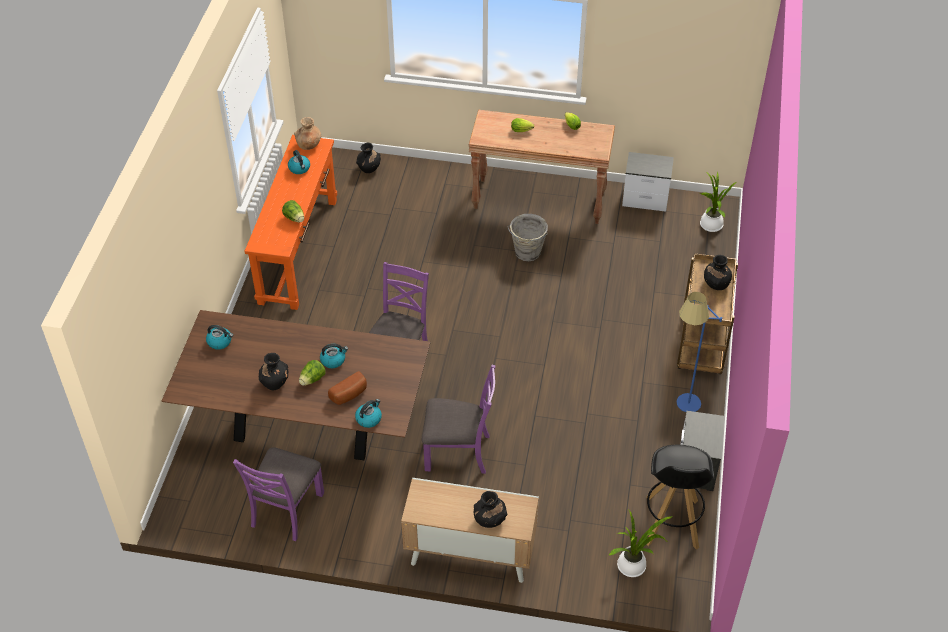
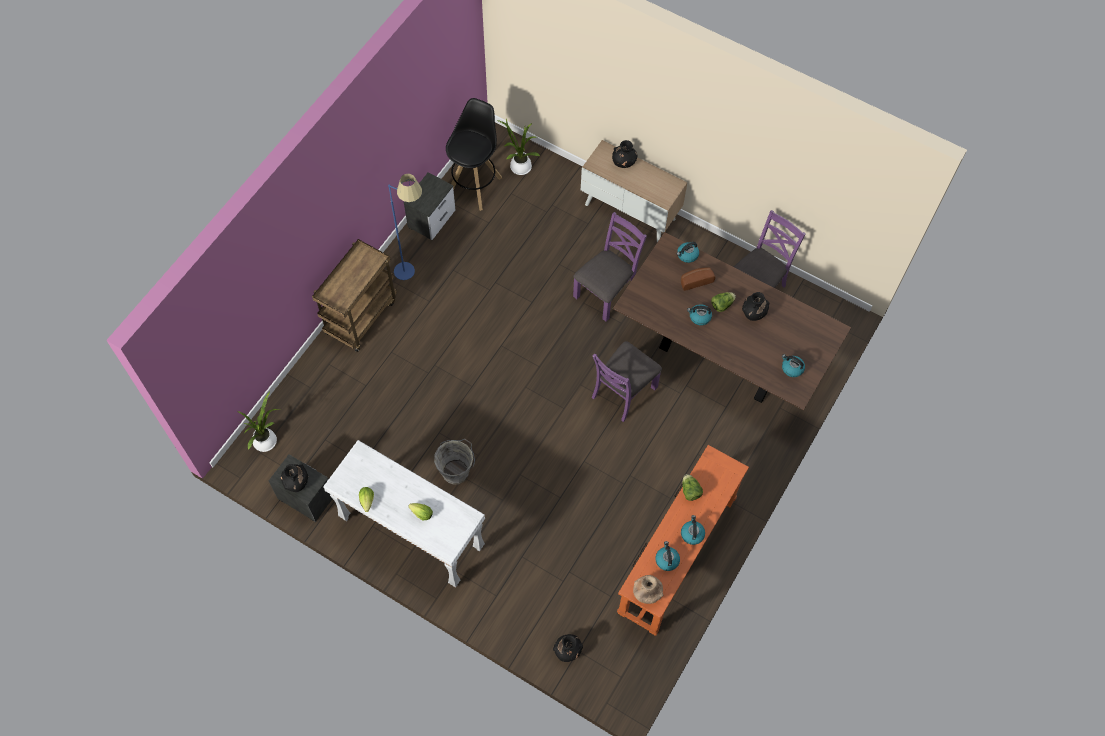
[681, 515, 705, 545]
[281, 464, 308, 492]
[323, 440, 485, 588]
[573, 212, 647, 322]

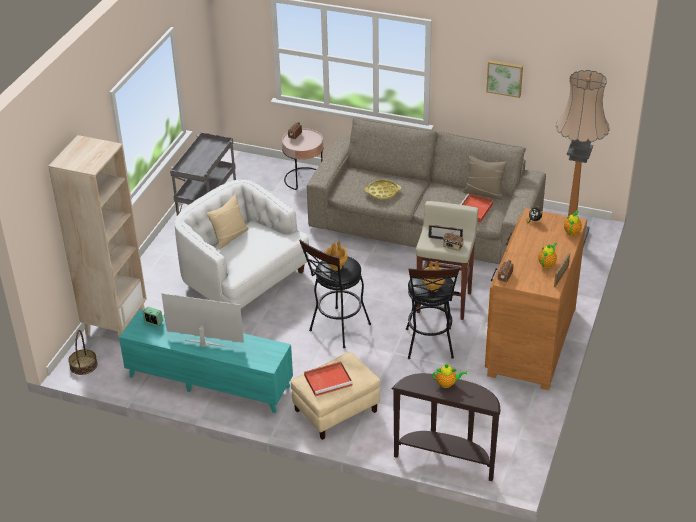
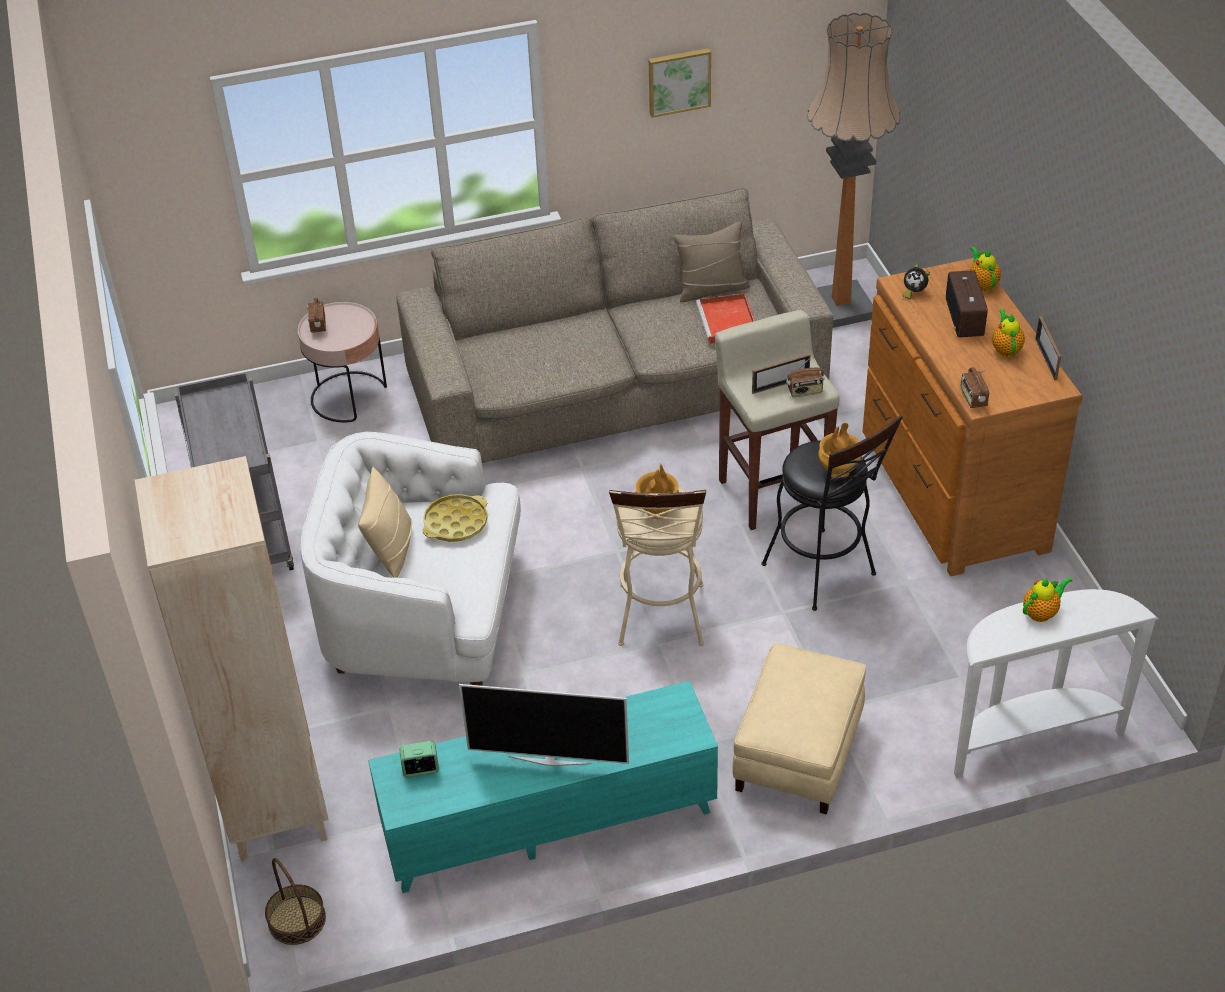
[304, 361, 353, 397] (first image)
[946, 270, 988, 337]
[423, 494, 488, 542]
[609, 488, 706, 646]
[954, 589, 1158, 778]
[459, 684, 629, 766]

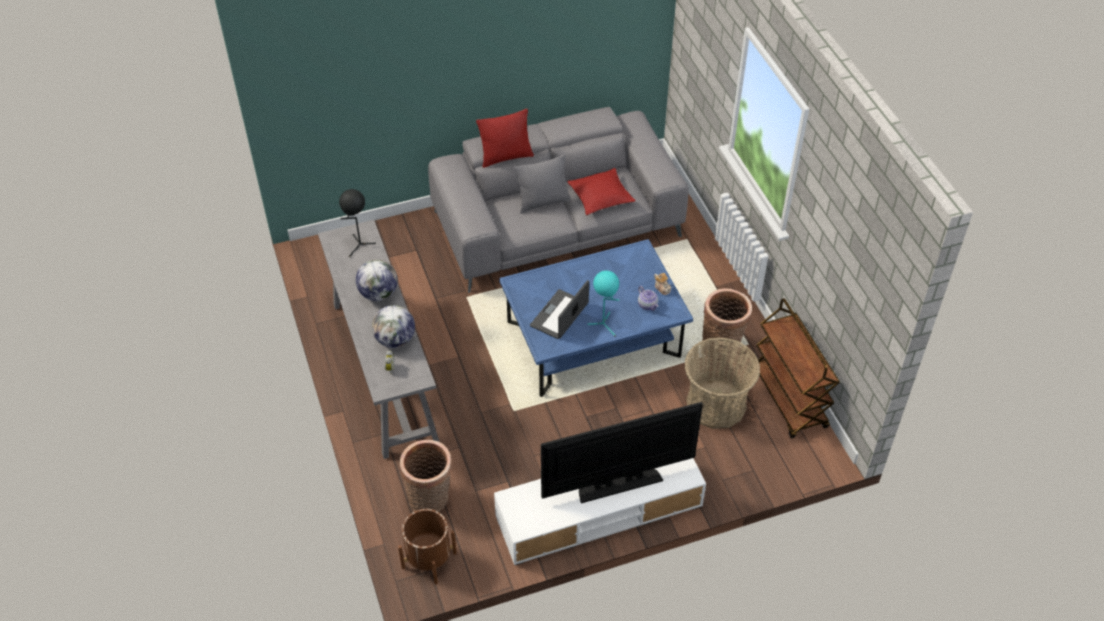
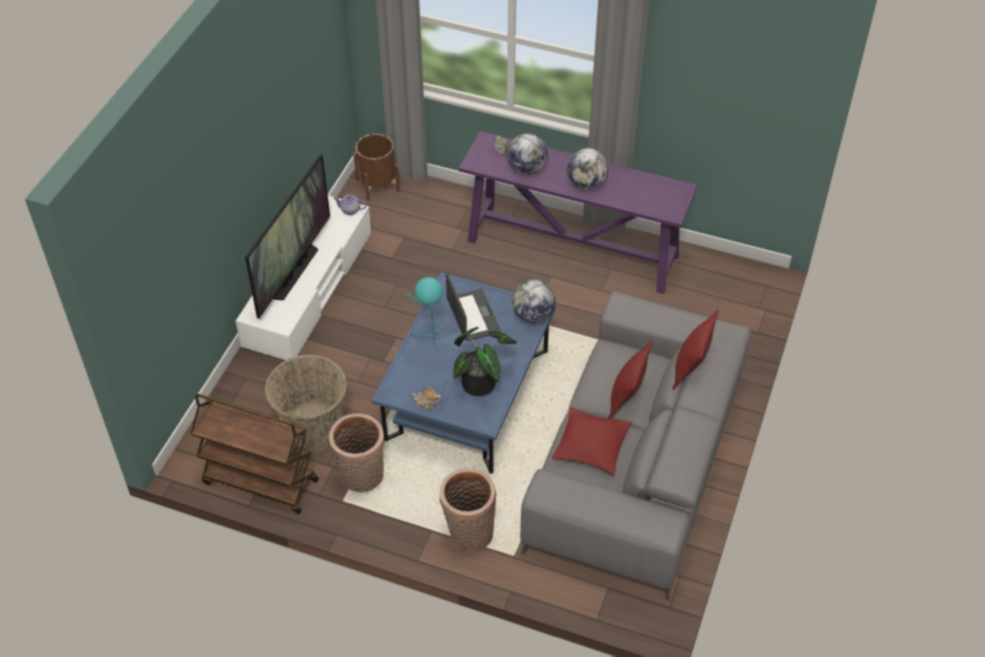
[339, 189, 376, 257] (first image)
[453, 327, 517, 396]
[512, 280, 556, 323]
[439, 468, 497, 551]
[333, 195, 366, 215]
[459, 131, 697, 294]
[608, 340, 653, 419]

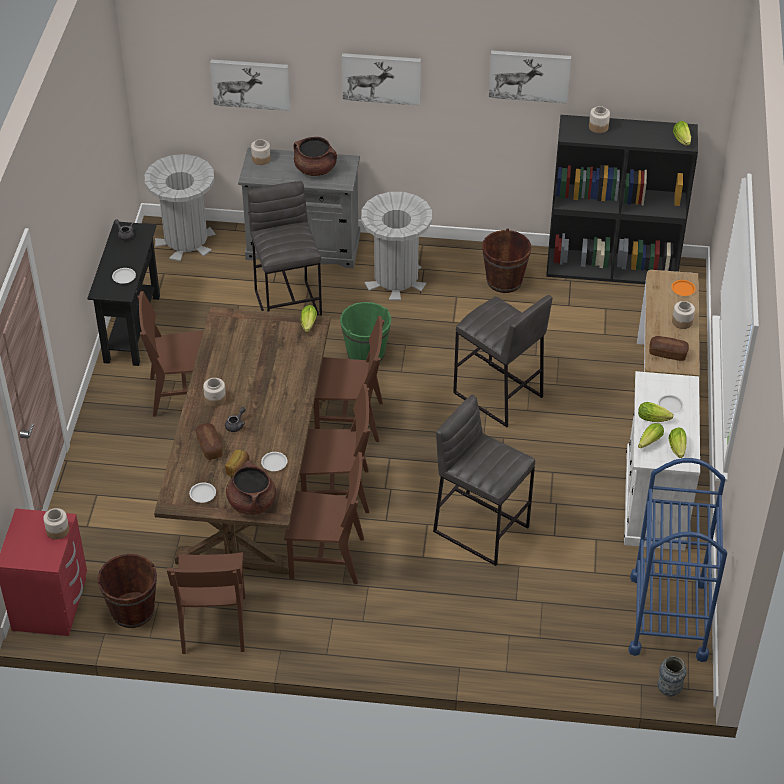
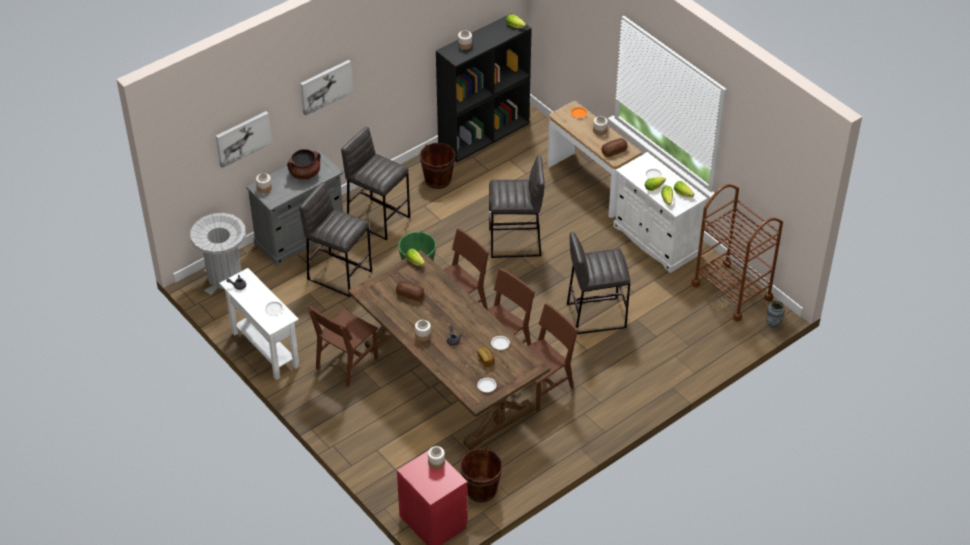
[167, 552, 245, 654] (first image)
[226, 460, 276, 515] (first image)
[489, 50, 571, 103] (first image)
[396, 281, 424, 301]
[341, 127, 410, 241]
[219, 268, 300, 380]
[692, 184, 783, 322]

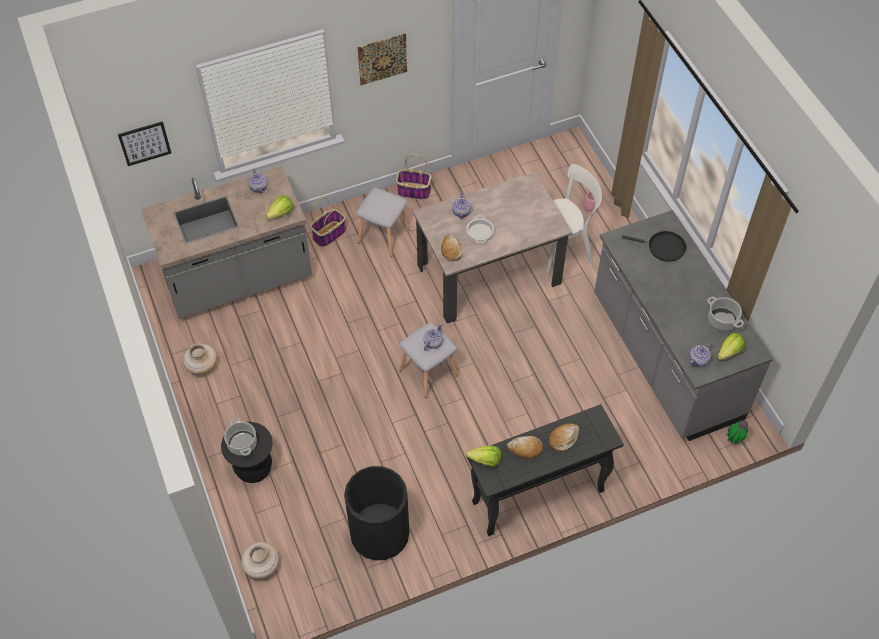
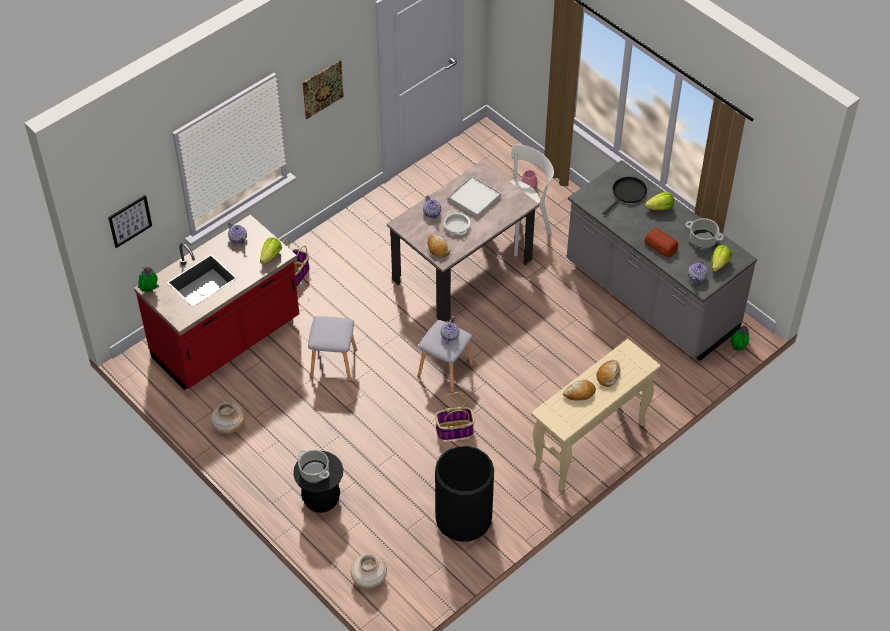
[138, 267, 159, 293]
[448, 176, 501, 218]
[644, 228, 679, 257]
[308, 316, 357, 382]
[435, 392, 475, 440]
[645, 192, 674, 210]
[134, 215, 299, 390]
[531, 339, 661, 491]
[603, 177, 647, 215]

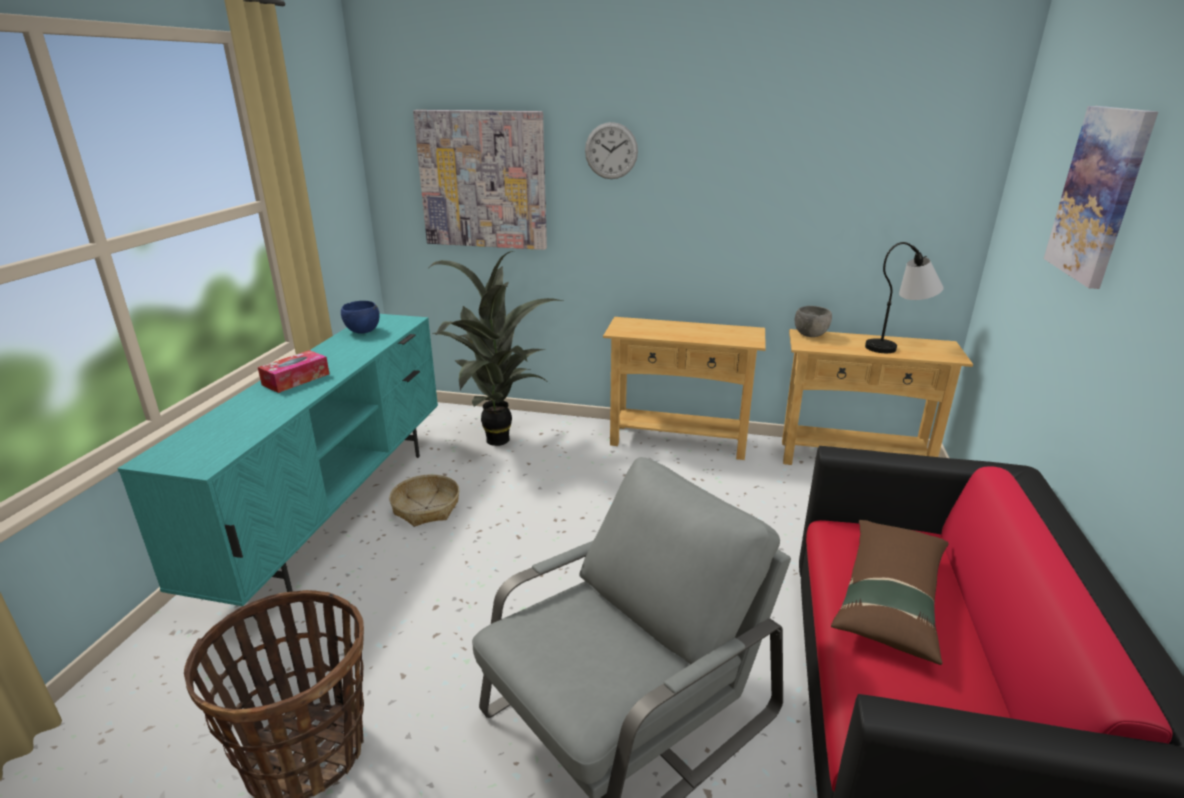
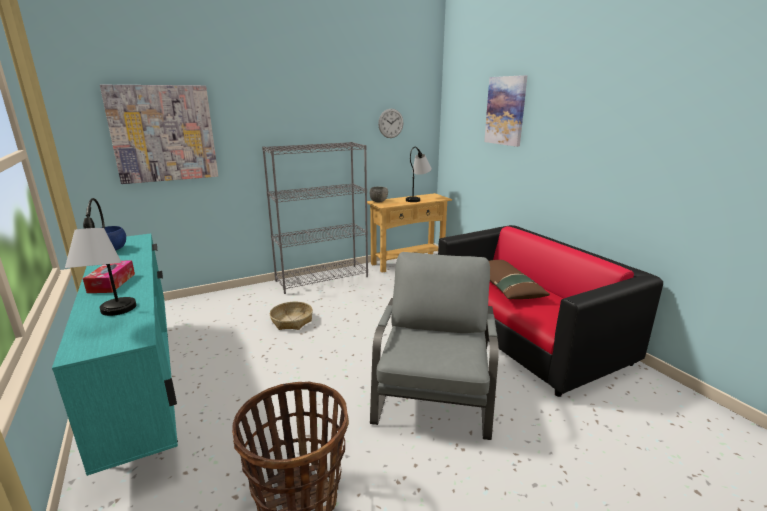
[429, 251, 563, 446] (first image)
[65, 198, 136, 316]
[270, 302, 313, 330]
[378, 109, 404, 138]
[262, 142, 368, 294]

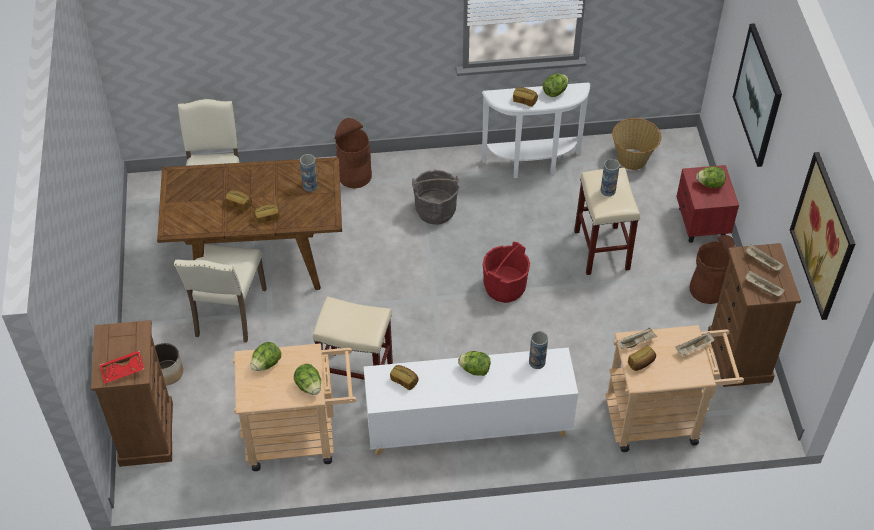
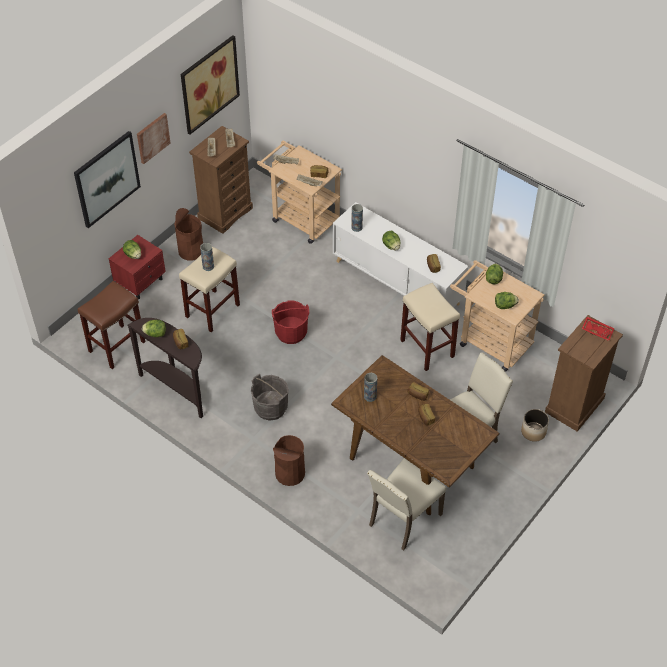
[137, 113, 170, 164]
[78, 281, 145, 369]
[127, 318, 203, 418]

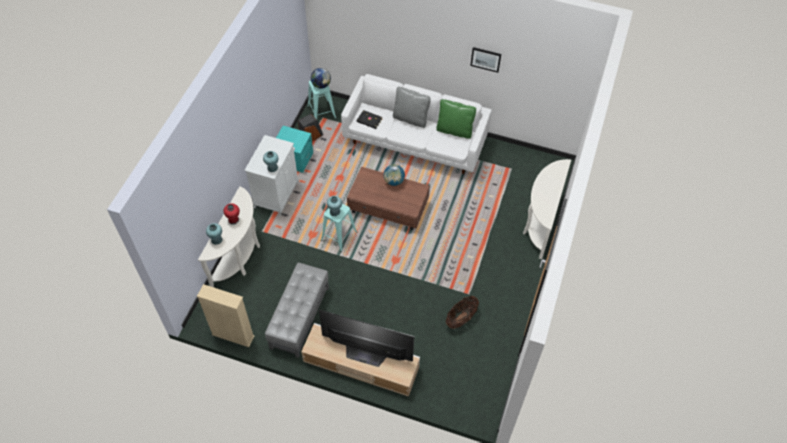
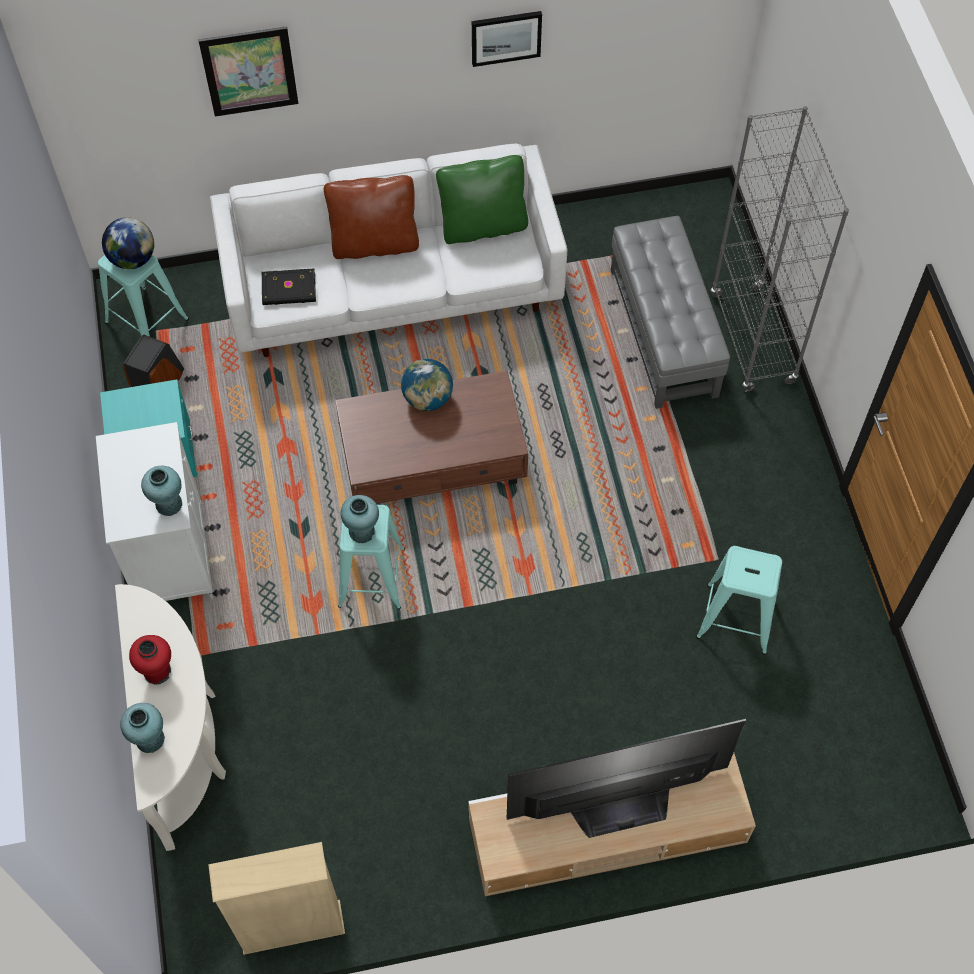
[198, 26, 298, 117]
[611, 216, 730, 409]
[696, 546, 782, 655]
[711, 106, 849, 392]
[324, 175, 419, 259]

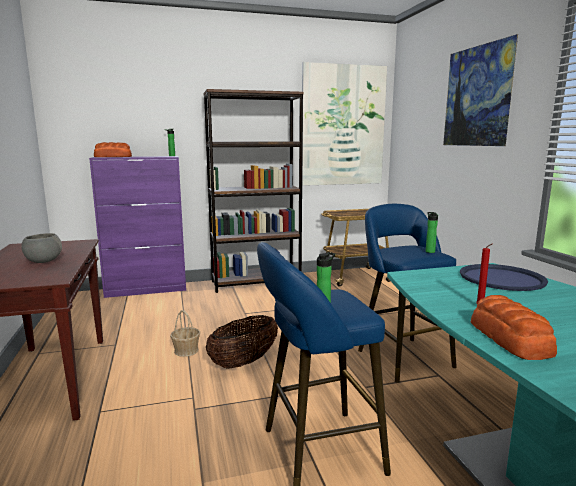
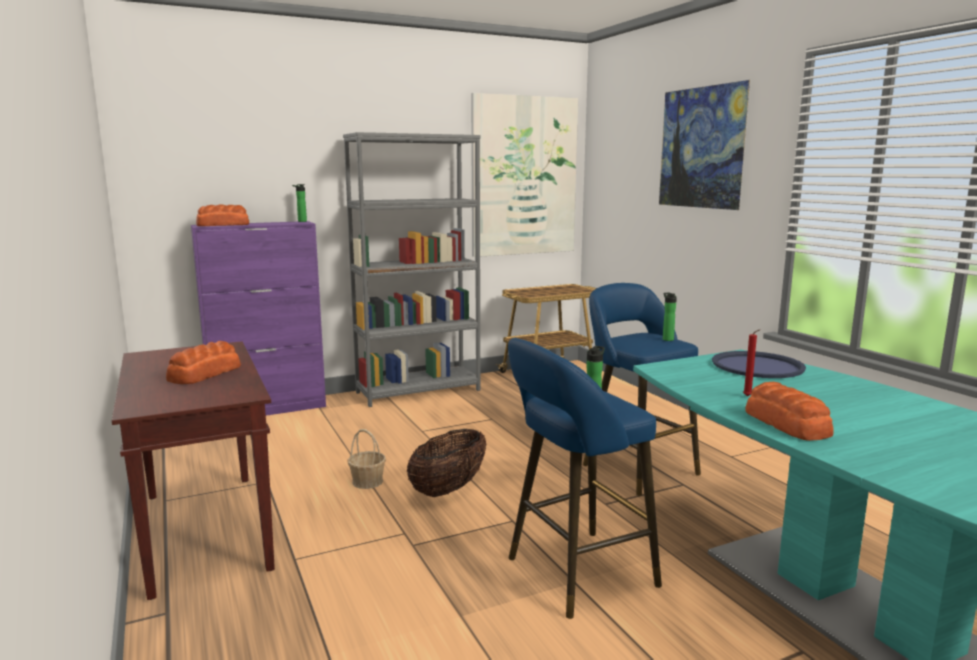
[166, 341, 241, 384]
[343, 132, 481, 407]

